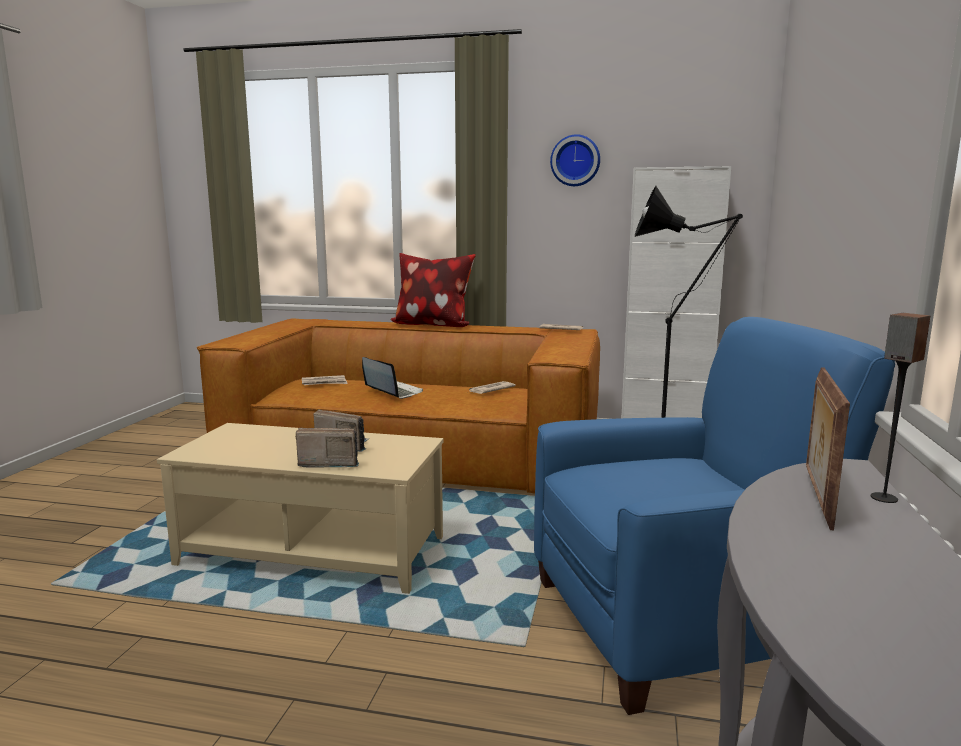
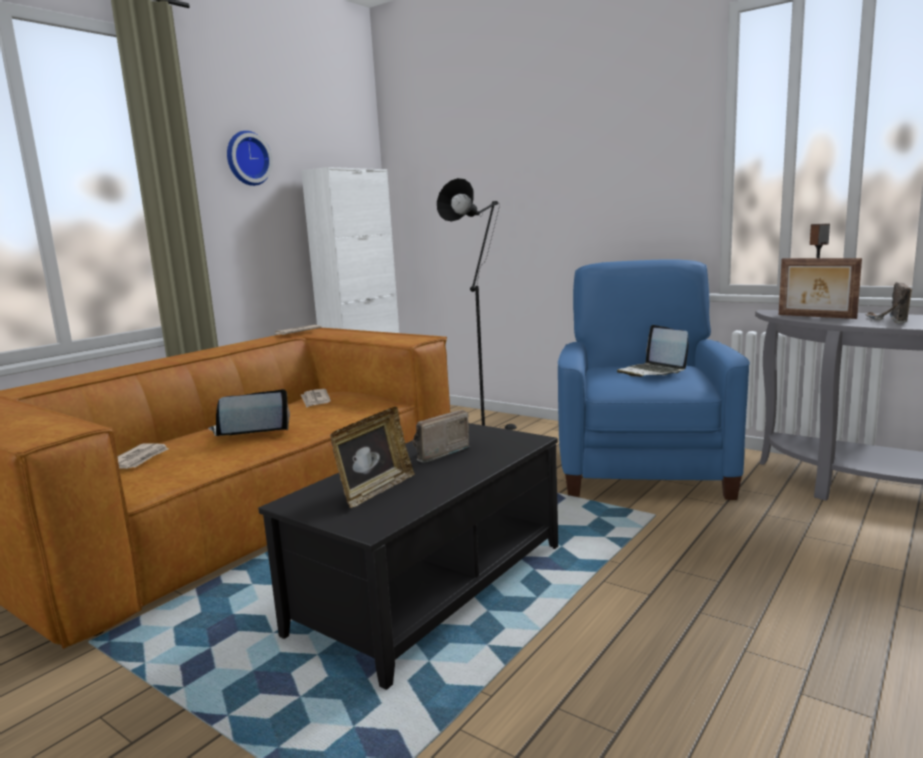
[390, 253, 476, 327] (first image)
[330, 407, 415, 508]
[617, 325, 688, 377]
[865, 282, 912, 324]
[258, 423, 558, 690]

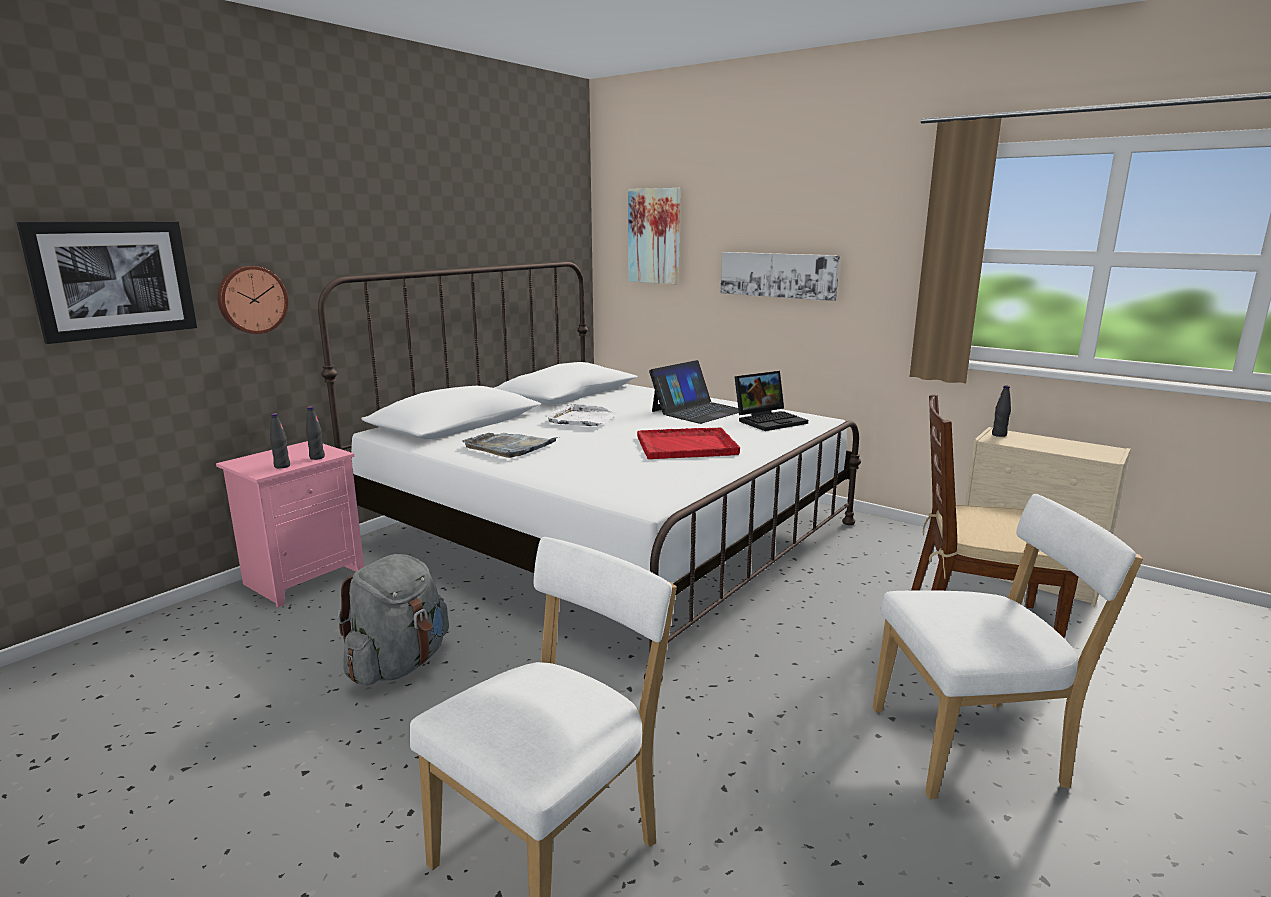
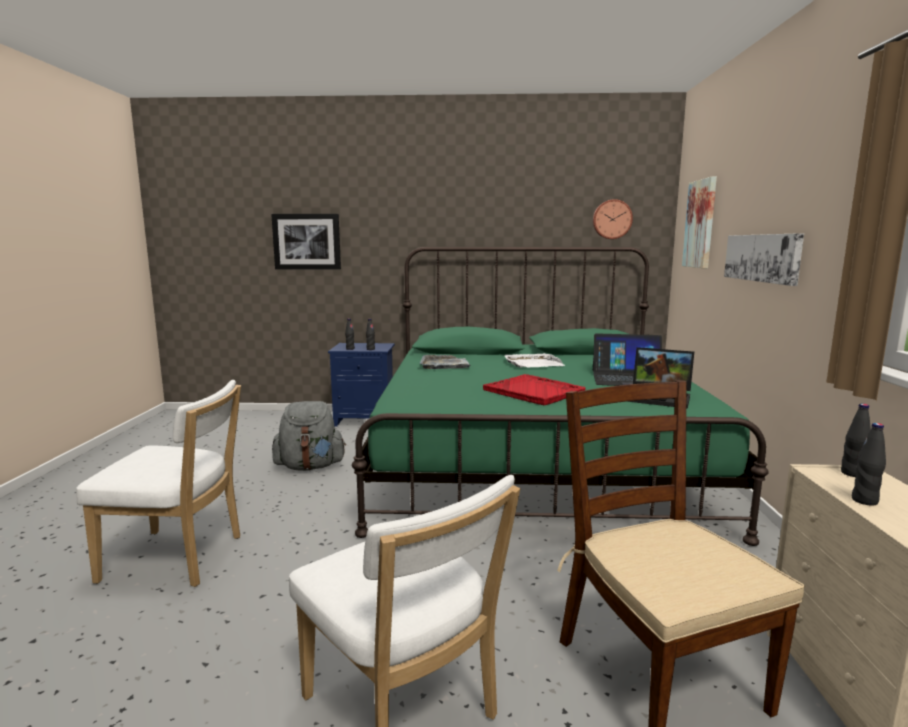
[852, 423, 886, 506]
[593, 199, 633, 239]
[328, 343, 395, 427]
[352, 247, 769, 546]

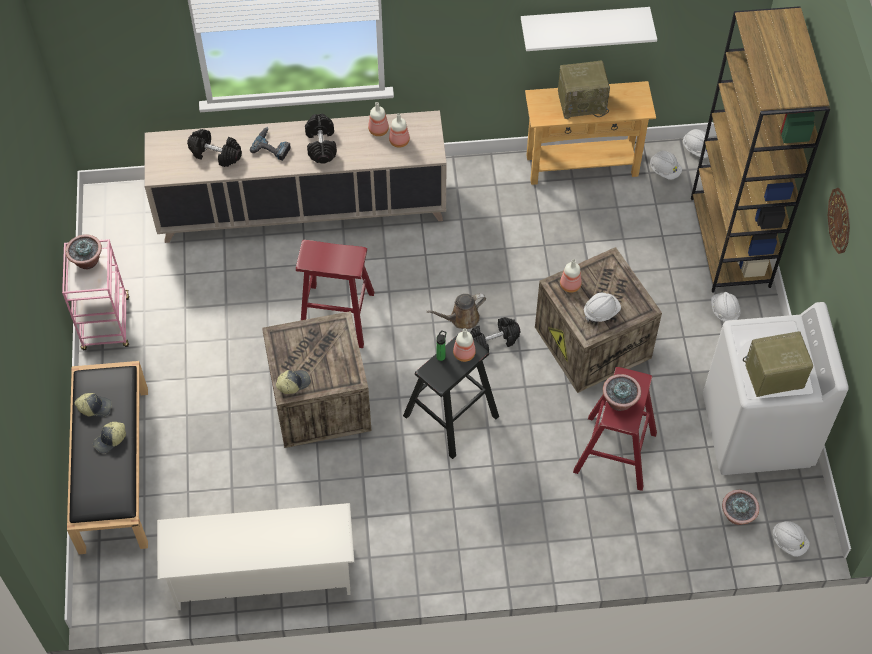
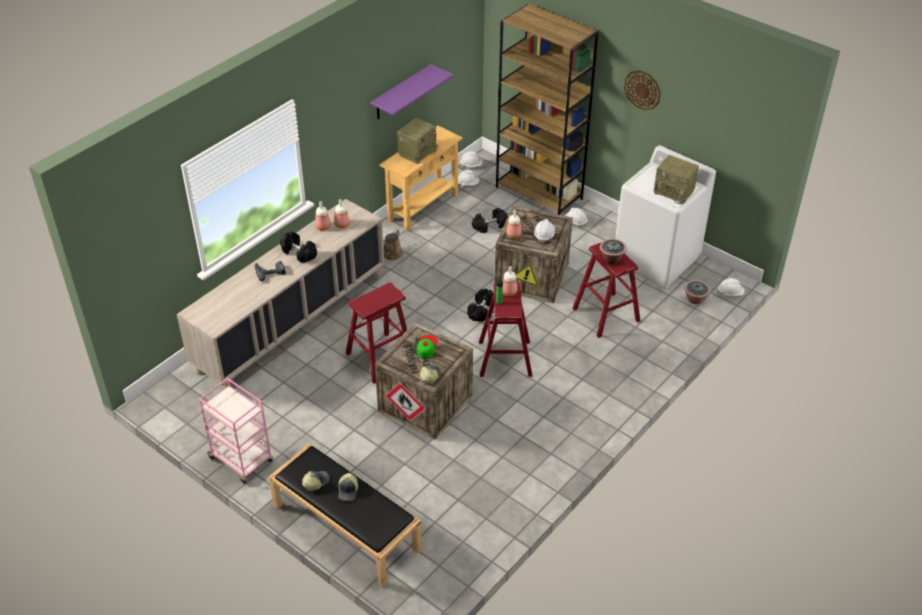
[65, 234, 102, 269] (first image)
[157, 503, 354, 610] (first image)
[417, 335, 438, 358]
[472, 208, 508, 233]
[384, 230, 403, 260]
[479, 283, 532, 377]
[370, 64, 454, 119]
[654, 155, 699, 204]

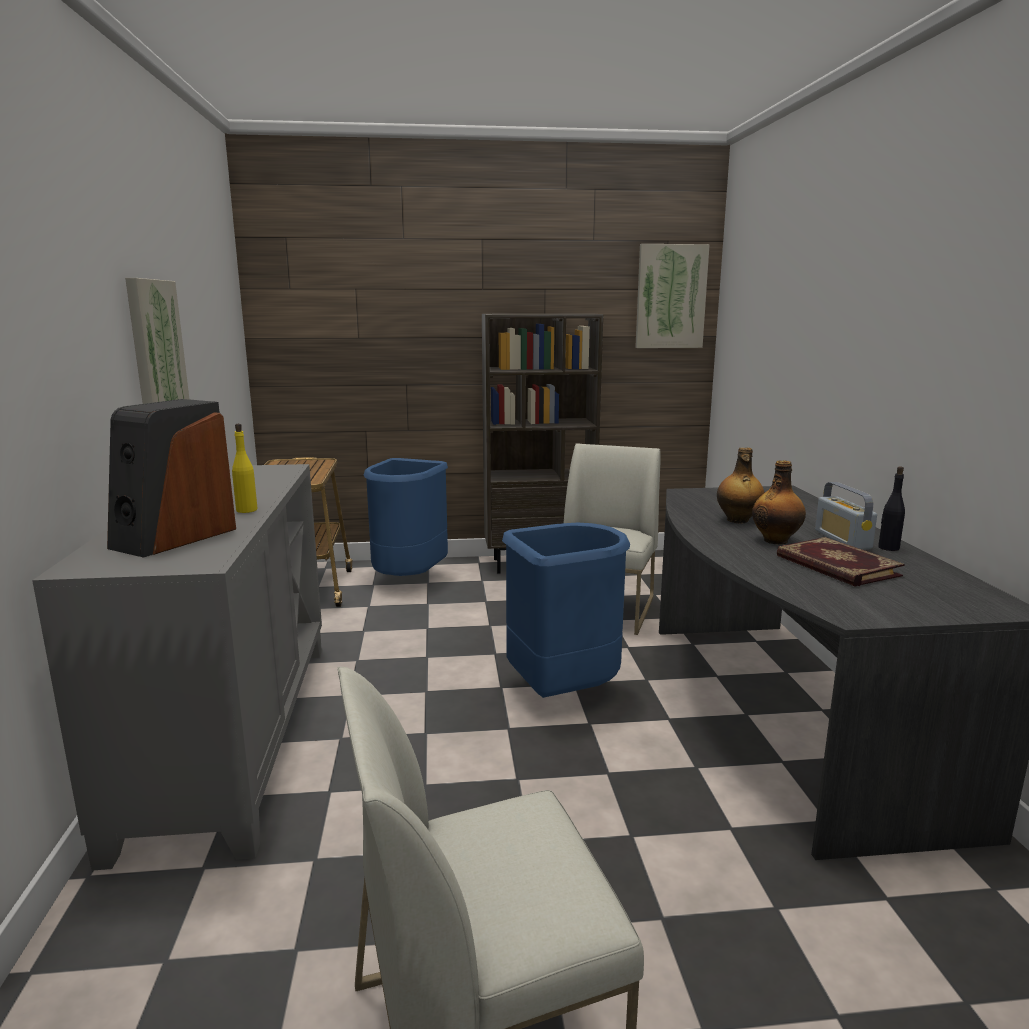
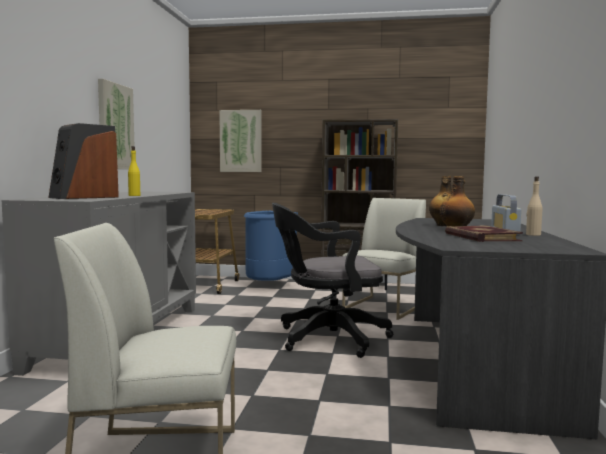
[219, 110, 262, 172]
[272, 203, 393, 358]
[526, 176, 542, 236]

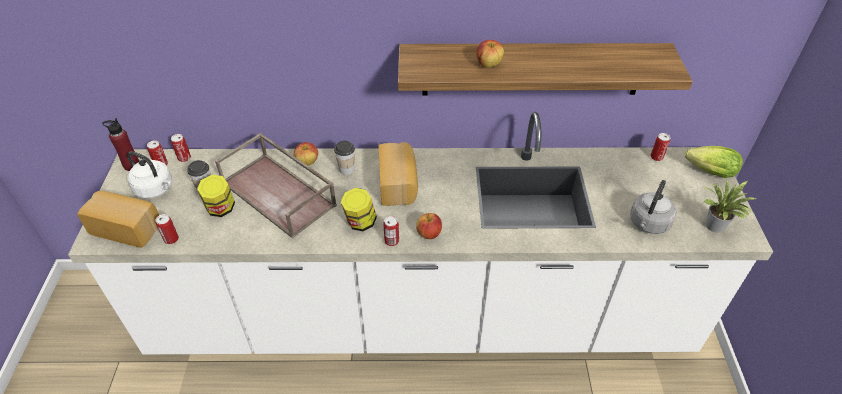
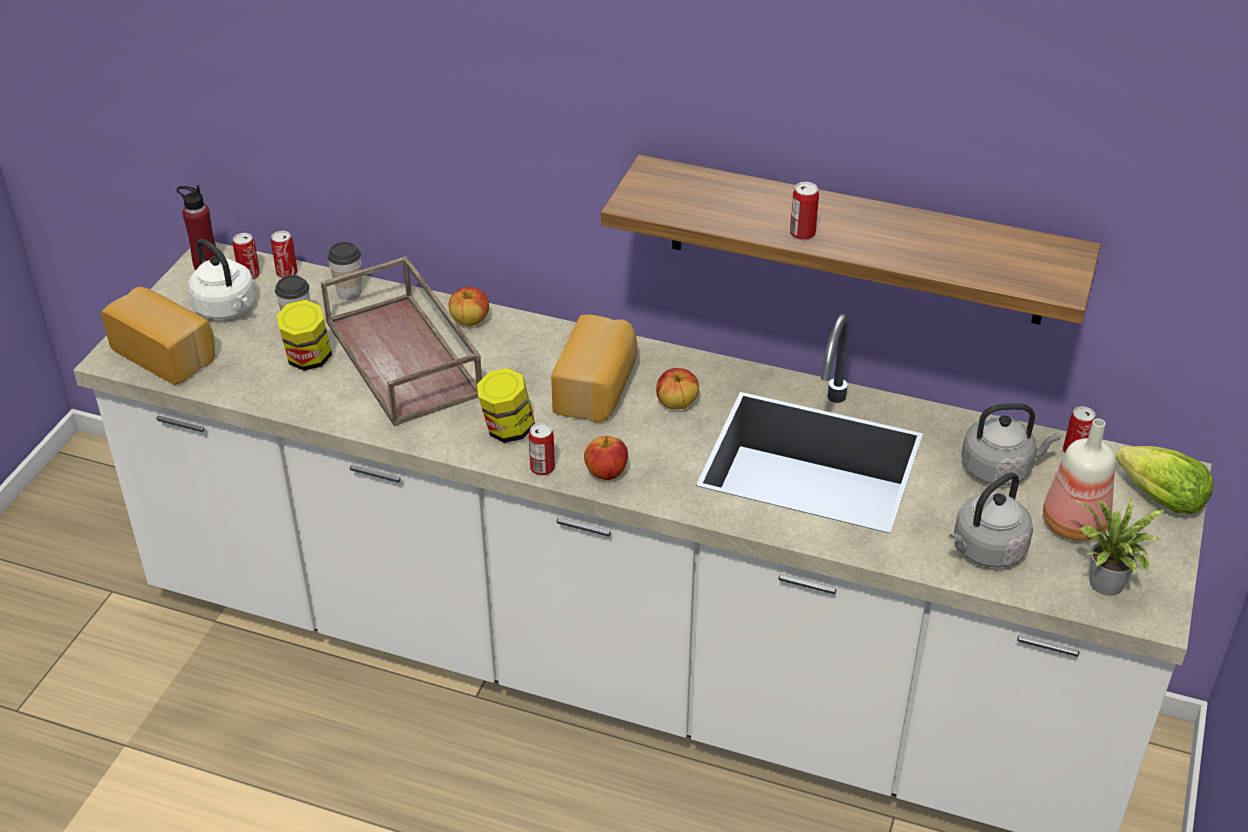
[962, 403, 1061, 485]
[1043, 419, 1115, 541]
[790, 182, 819, 240]
[327, 242, 362, 300]
[656, 368, 699, 410]

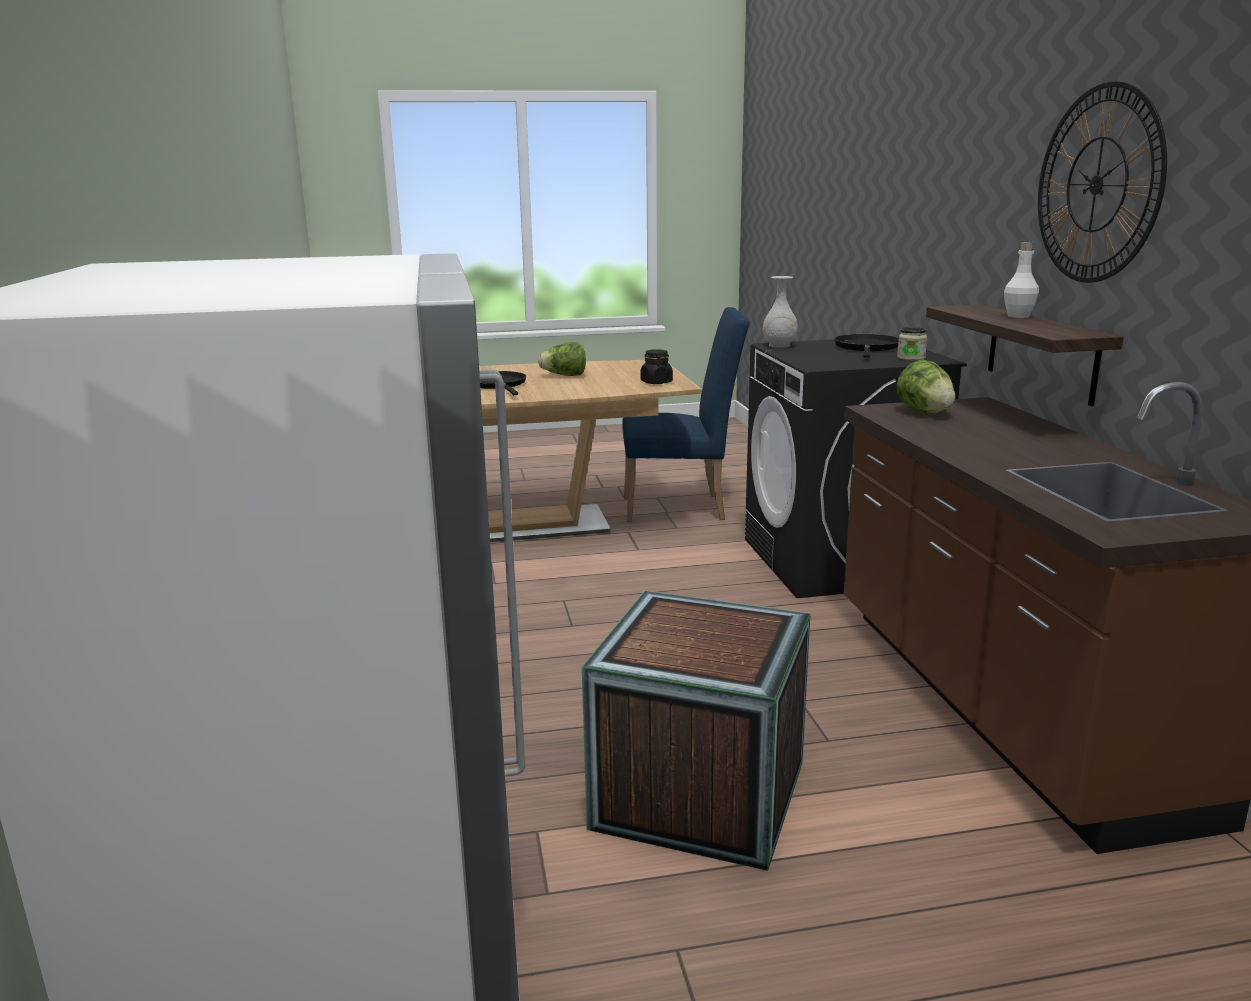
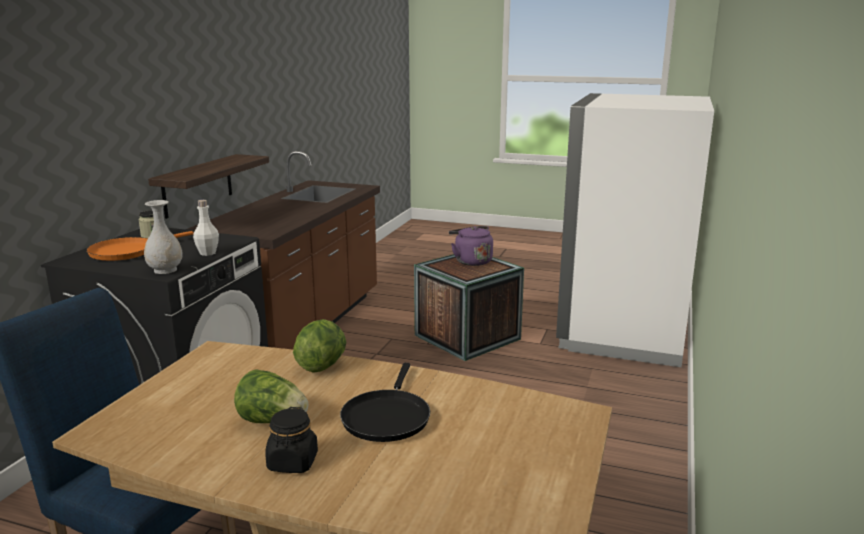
[1038, 81, 1167, 283] (first image)
[449, 226, 493, 266]
[265, 407, 318, 473]
[293, 319, 346, 373]
[193, 200, 219, 256]
[86, 231, 194, 261]

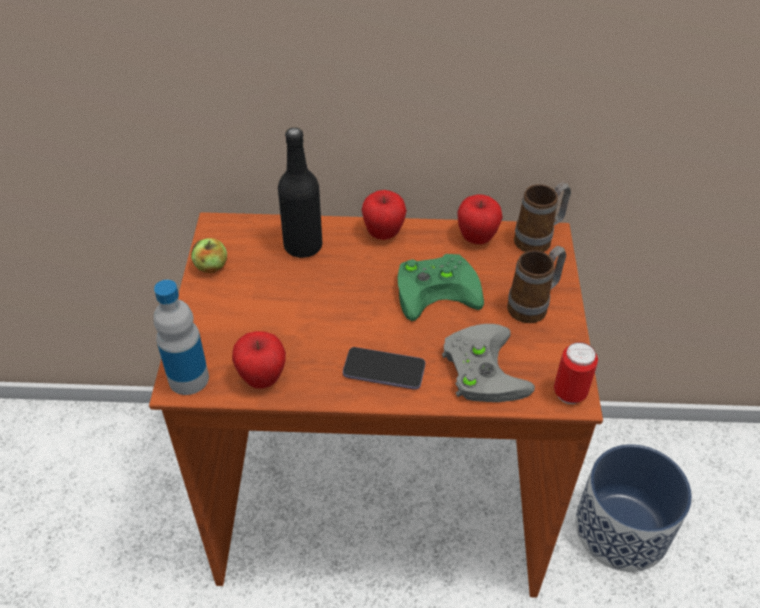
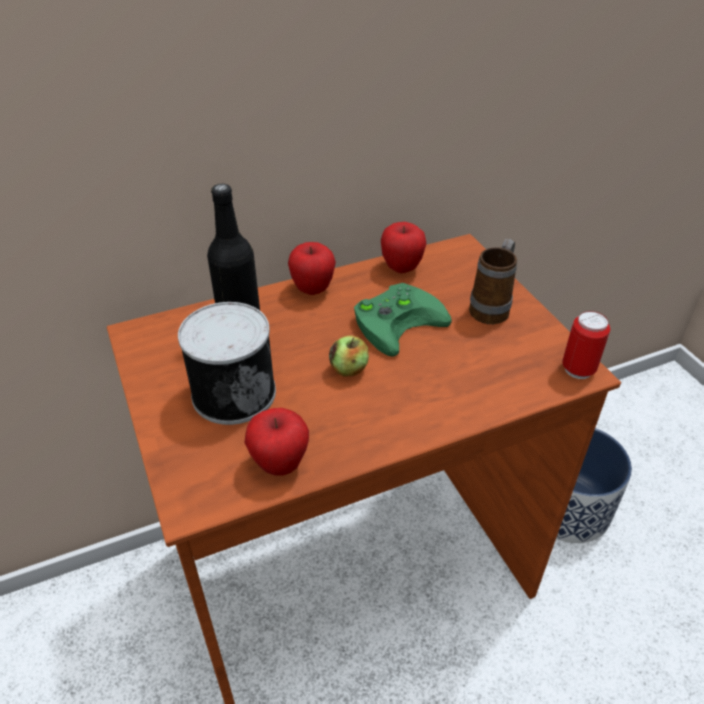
[154, 280, 209, 395] (first image)
[343, 347, 425, 390] (first image)
[442, 324, 535, 402] (first image)
[514, 182, 571, 252] (first image)
[178, 302, 276, 425]
[329, 335, 369, 377]

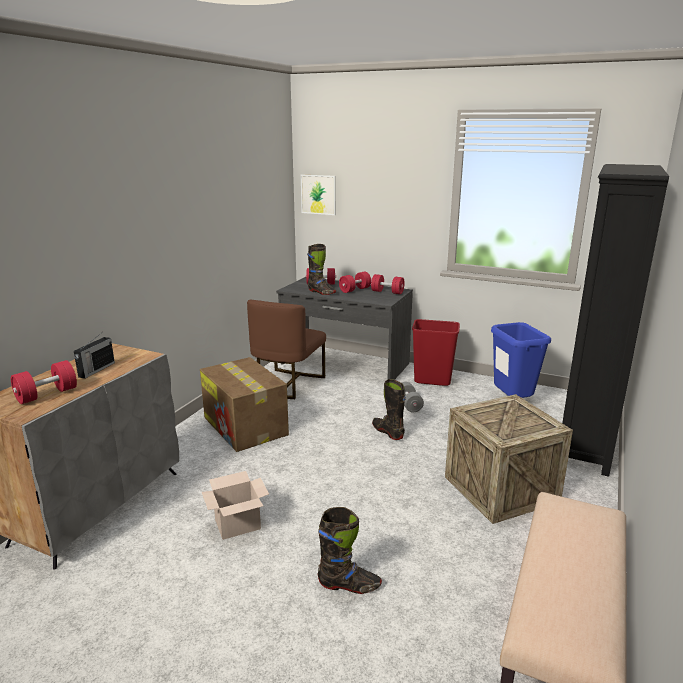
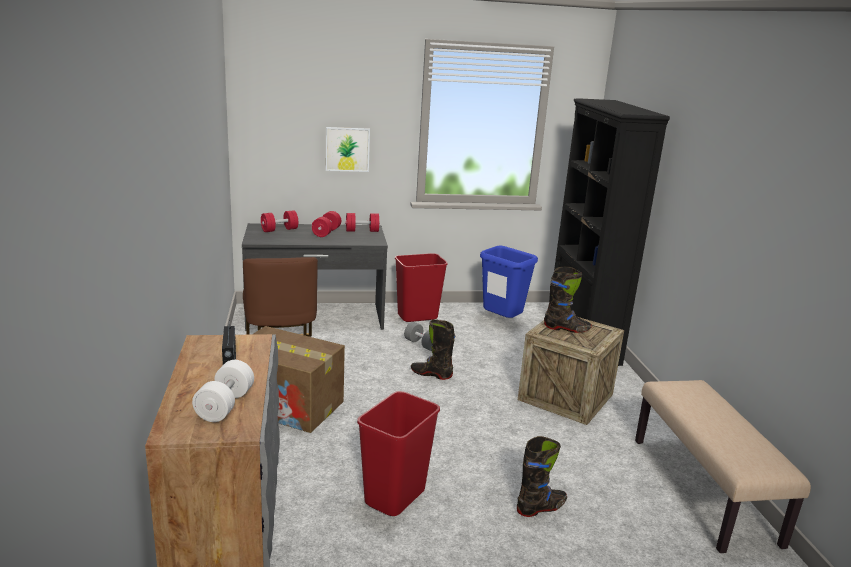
[326, 127, 370, 172]
[544, 267, 592, 333]
[357, 391, 440, 516]
[192, 360, 254, 422]

